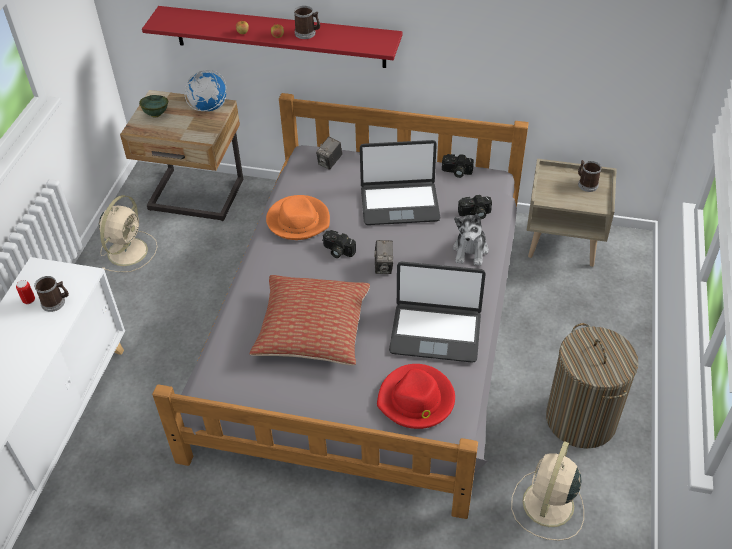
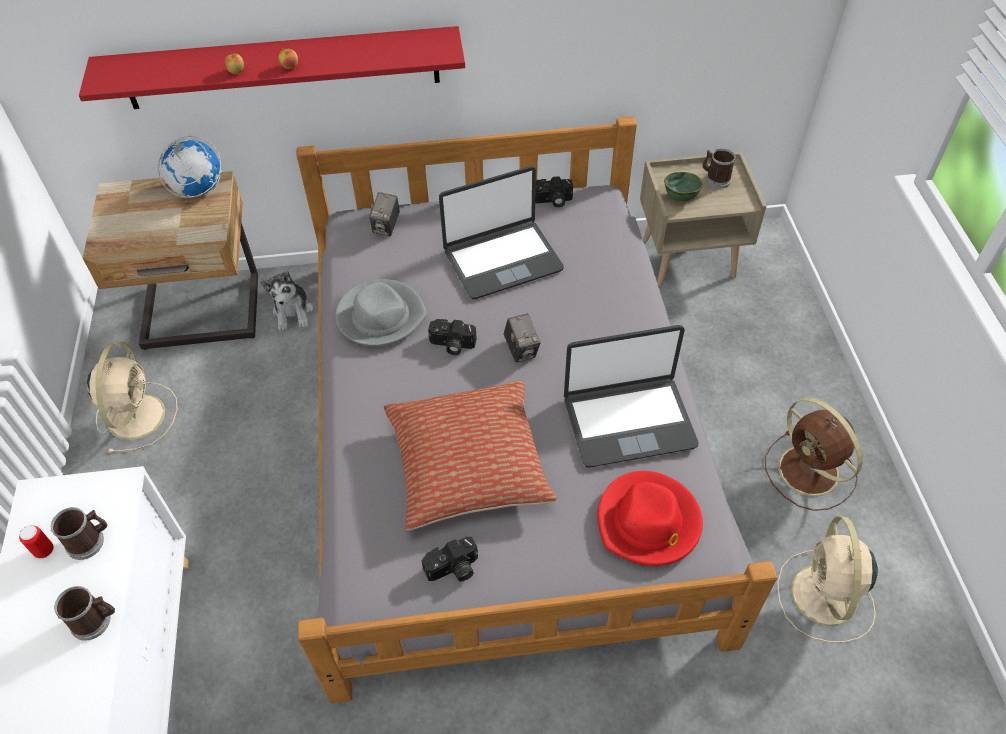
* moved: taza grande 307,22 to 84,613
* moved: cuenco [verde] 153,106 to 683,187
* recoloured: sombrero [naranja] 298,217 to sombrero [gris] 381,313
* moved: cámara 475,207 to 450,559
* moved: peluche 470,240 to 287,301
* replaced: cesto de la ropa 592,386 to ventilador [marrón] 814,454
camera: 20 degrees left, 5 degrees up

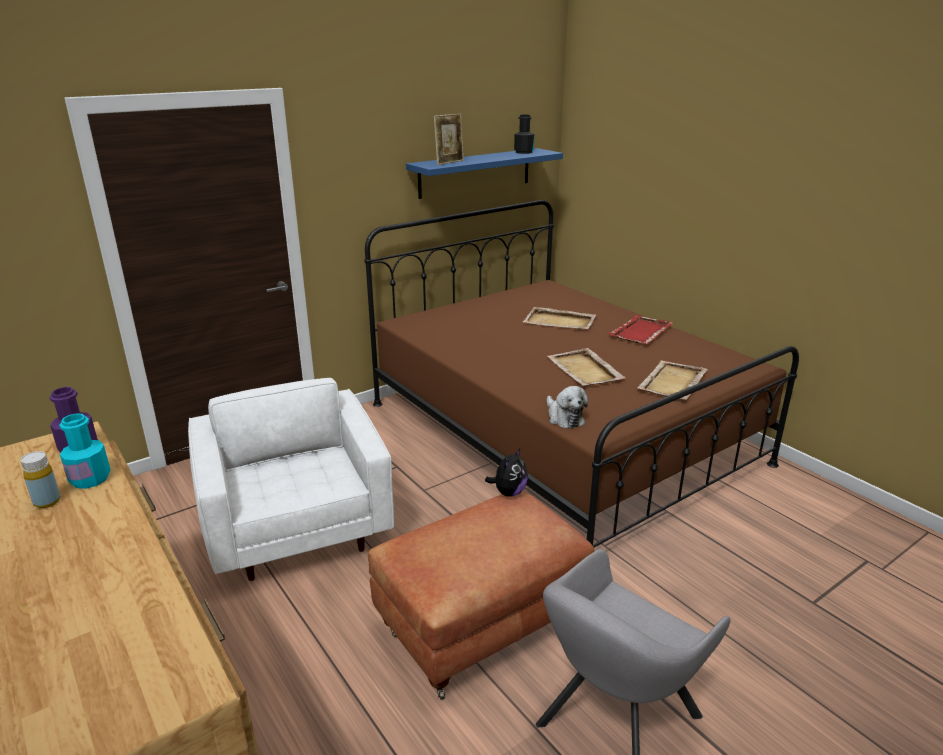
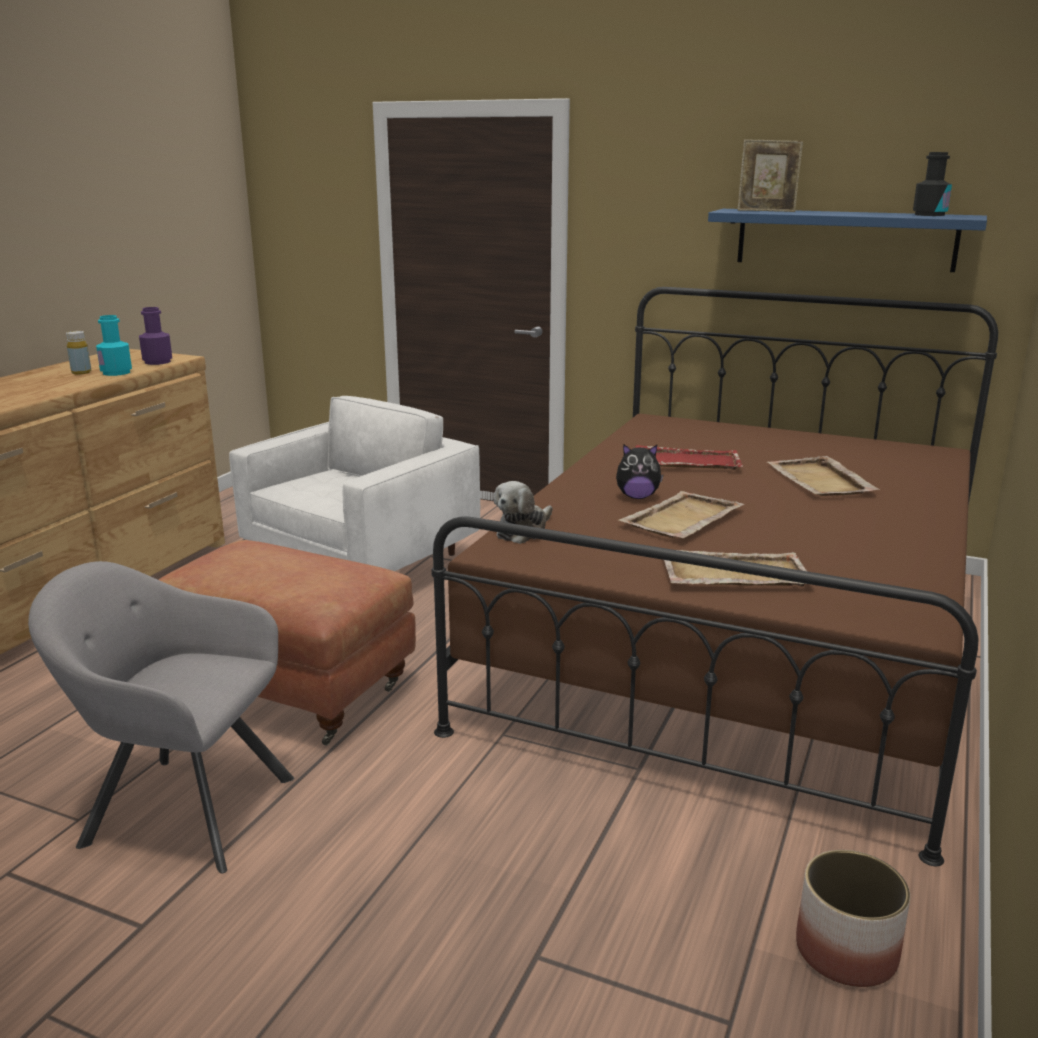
* moved: bandeja [rojo] 641,329 to 689,457
* moved: peluche 506,472 to 639,471
* added: maceta 853,918
camera: 60 degrees right, 5 degrees down

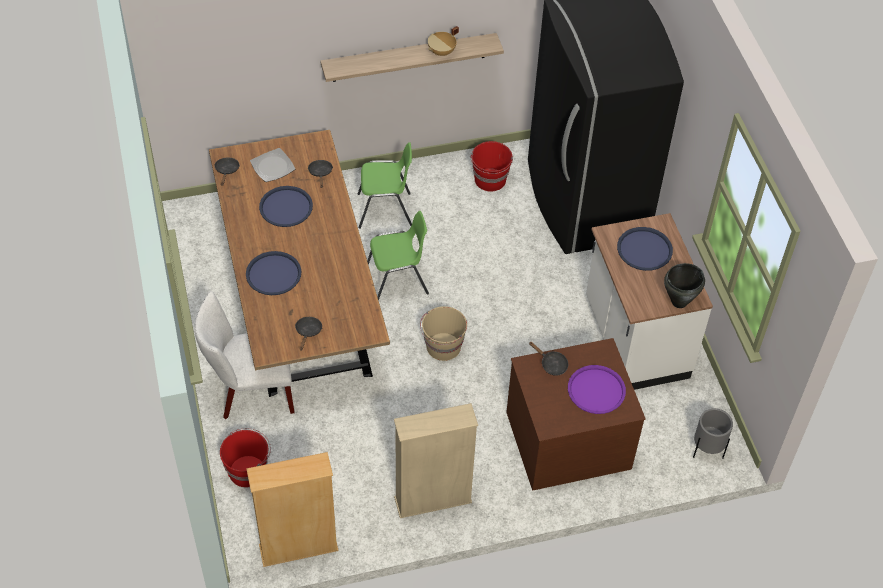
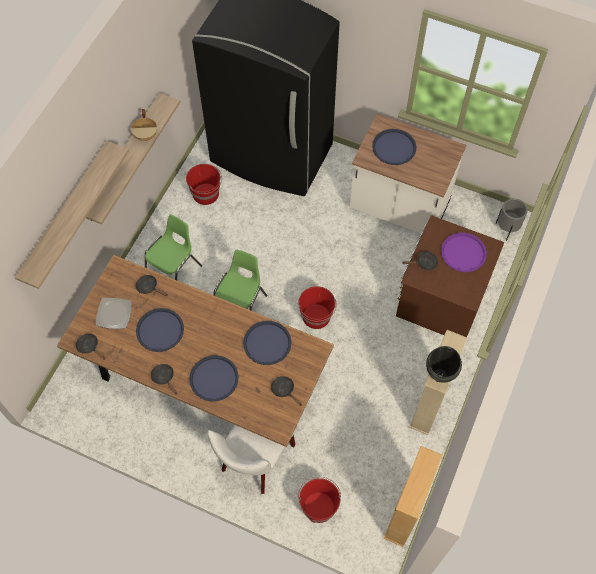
* moved: olla [negro] 684,285 to 444,364
* recoloured: cubo [beis] 443,333 to cubo [rojo] 317,307
* added: estante 71,215
* added: bandeja [azul] 267,343
* added: sartén [negro] 164,379
camera: 50 degrees left, 10 degrees up

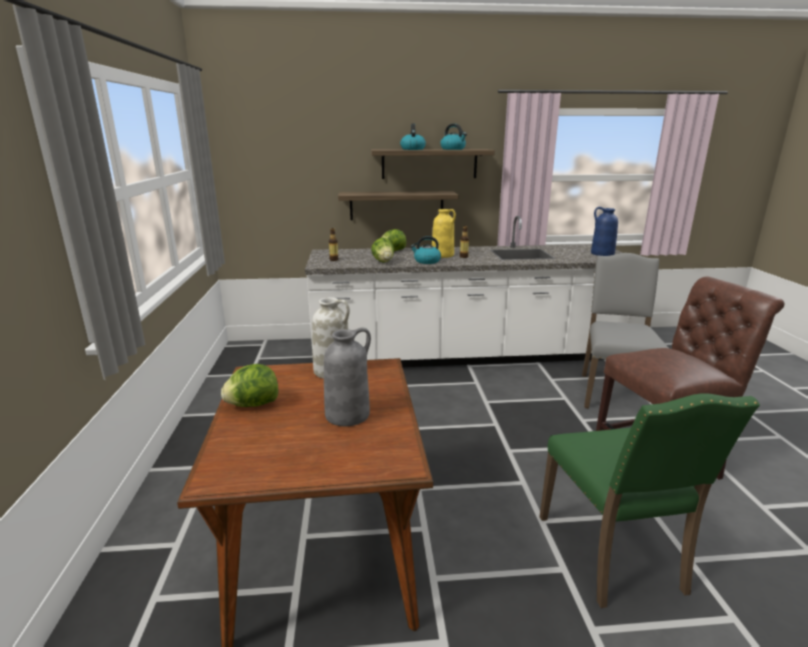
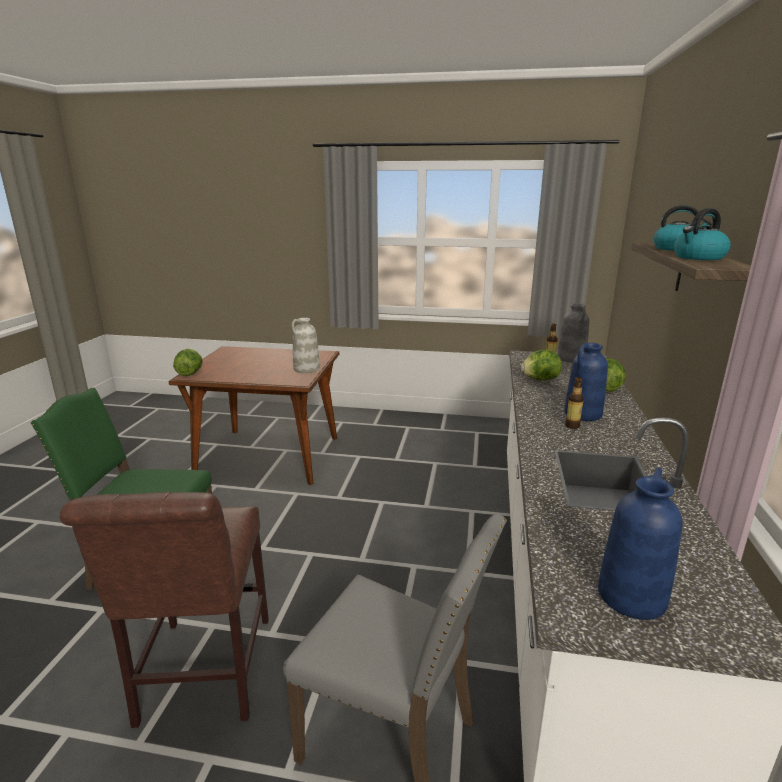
* removed: estante 398,205
* recoloured: florero [amarillo] 444,233 to florero [azul] 586,382
* removed: hervidor 425,250
* moved: florero [gris] 347,376 to 573,333
* moved: lechuga 249,385 to 188,362
camera: 105 degrees right, 0 degrees up

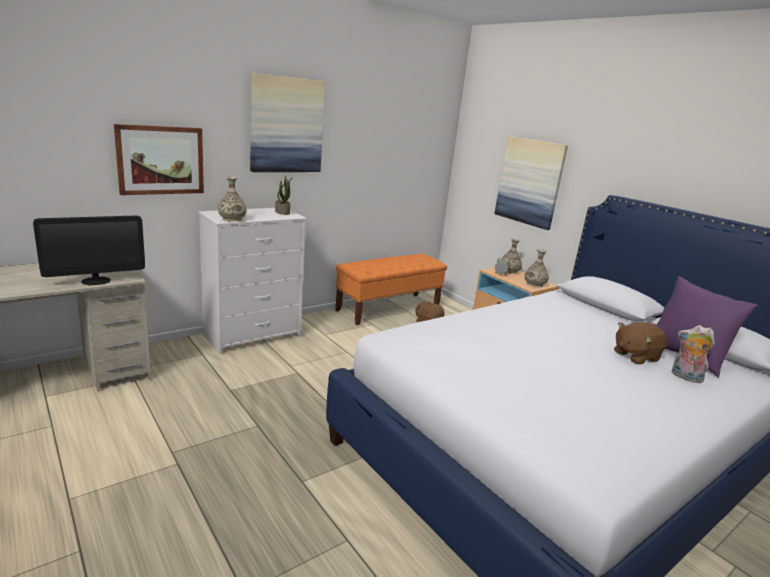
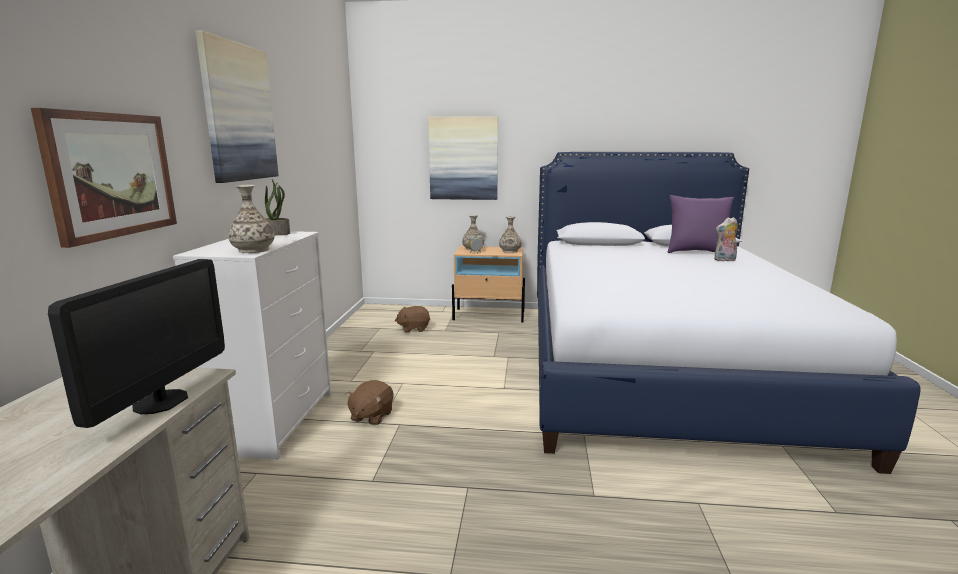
* removed: banco [naranja] 391,289
* moved: peluche [marrón] 641,343 to 369,402
camera: 45 degrees left, 5 degrees down

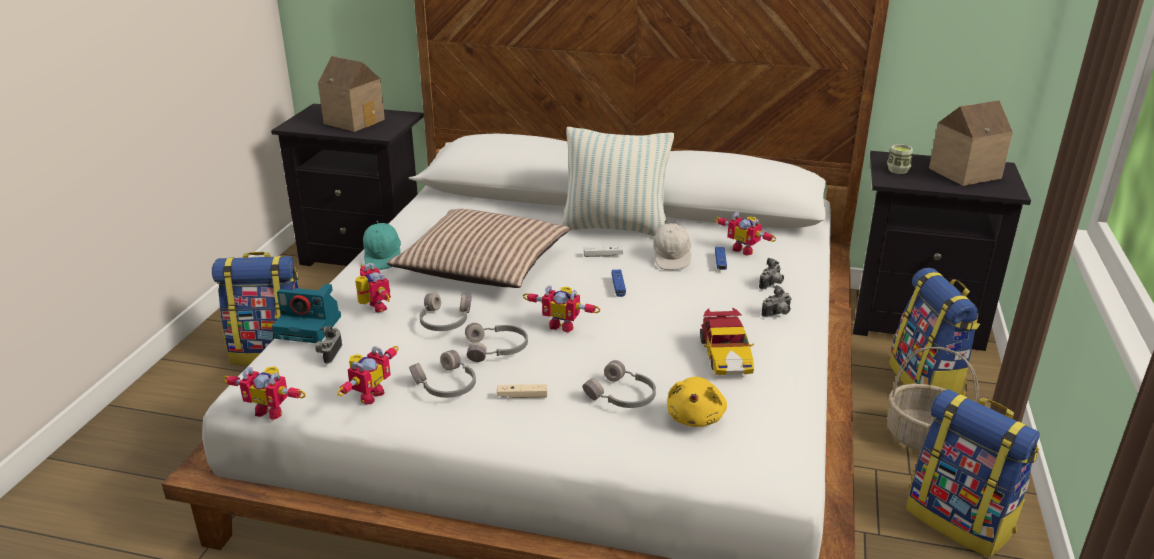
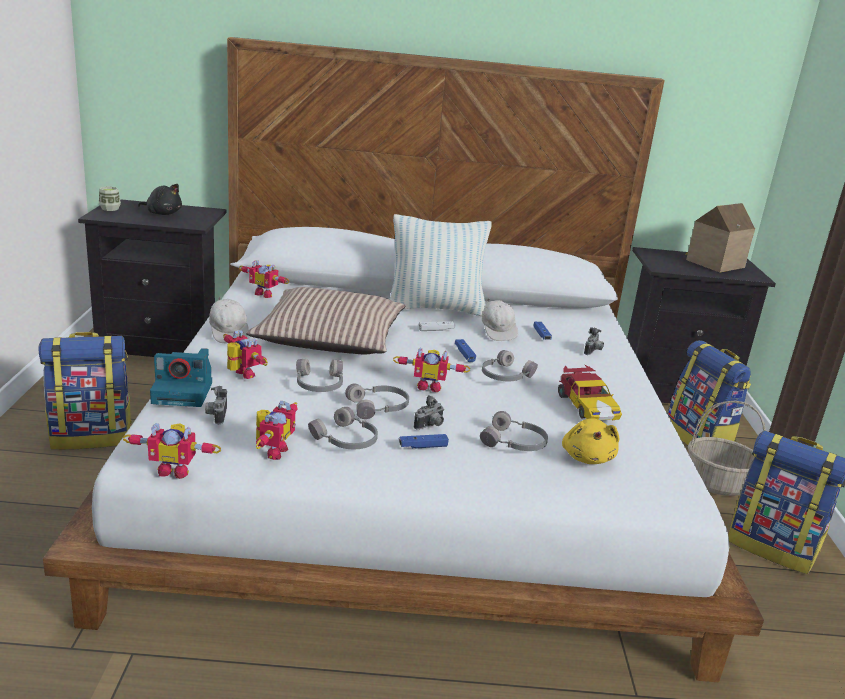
* replaced: casita 351,94 to peluche [negro] 160,199
* moved: taza 900,159 to 110,199
* moved: robot de juguete 746,233 to 264,279
* recoloured: gorra [turquesa] 382,245 to gorra [blanco] 229,320
* moved: cámara 776,301 to 429,412
* recoloured: mando de consola [beis] 522,391 to mando de consola [azul] 424,441
* added: auriculares [gris] 510,365
camera: 15 degrees left, 5 degrees down

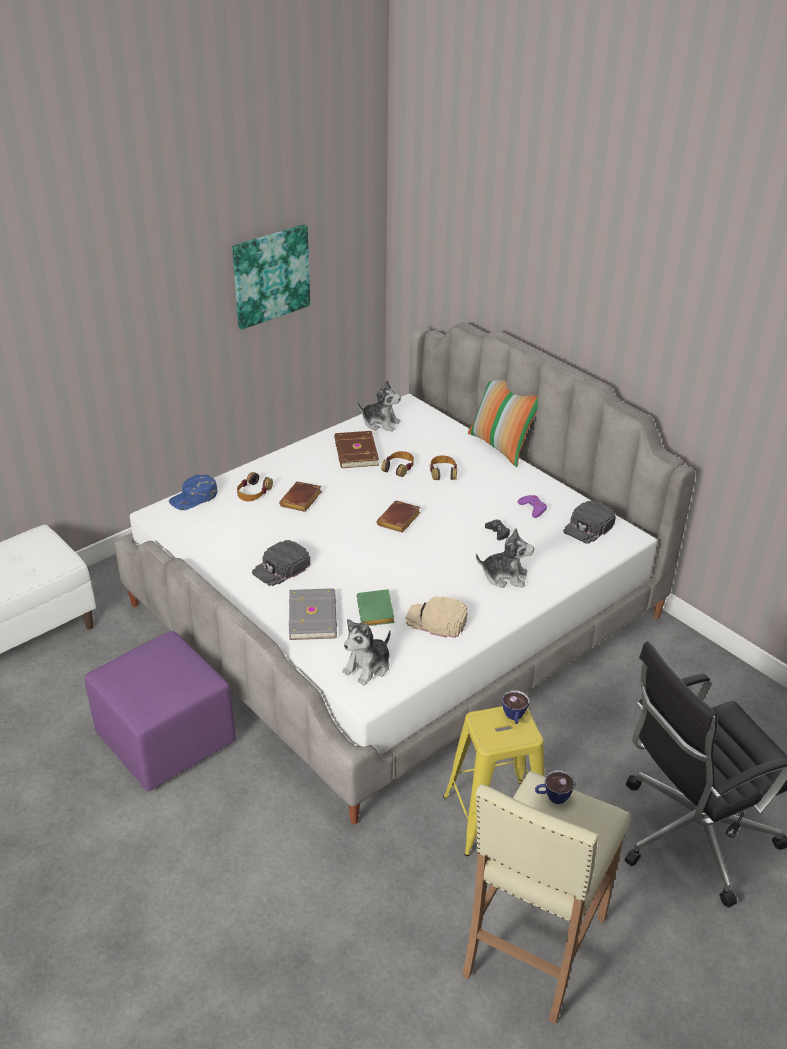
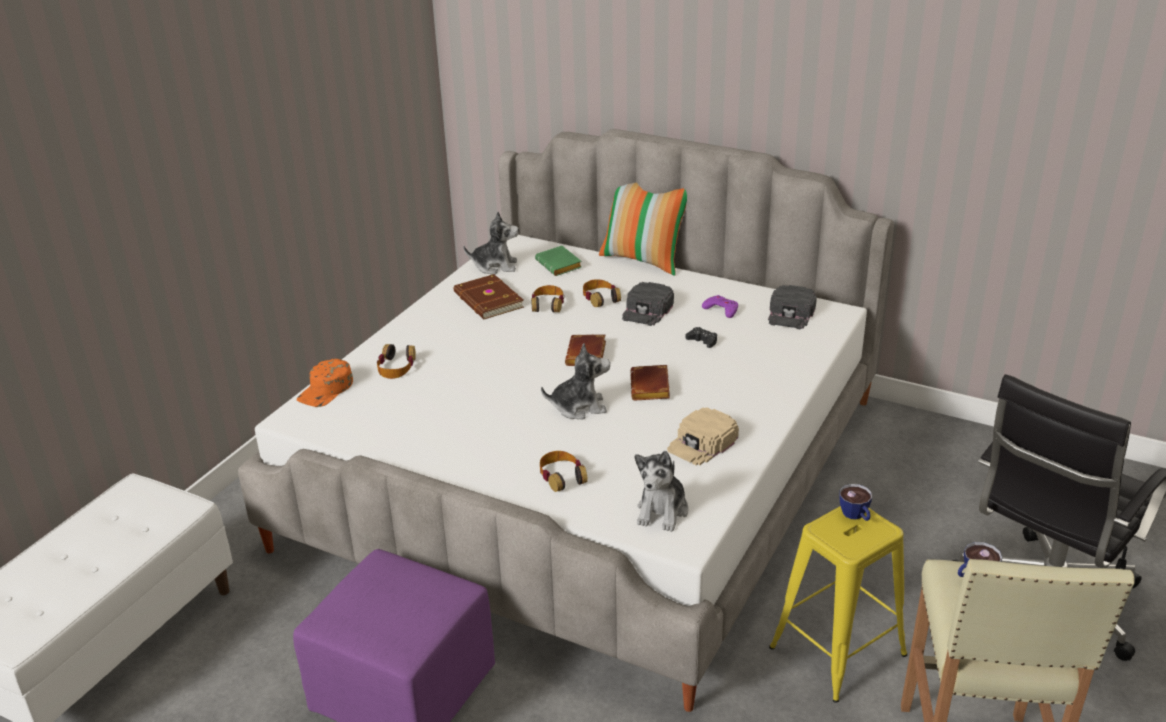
* removed: cuadro 271,277
* recoloured: gorra [azul] 193,492 to gorra [naranja] 325,383
* moved: libro [marrón] 300,496 to 650,382
* moved: peluche 505,558 to 575,381
* moved: gorra [negro] 281,563 to 648,304
* replaced: libro [gris] 313,614 to auriculares 564,471
* moved: libro [verde] 376,607 to 558,261
* turned: gorra [beis] 436,617 = 703,436 45 degrees counterclockwise
camera: 20 degrees left, 5 degrees down

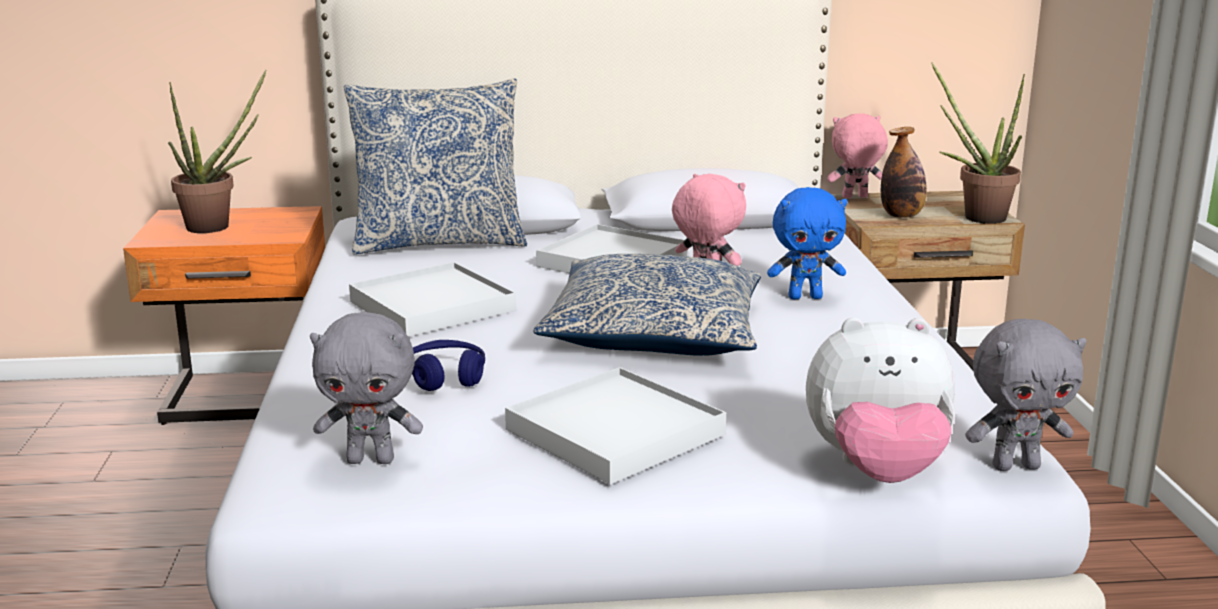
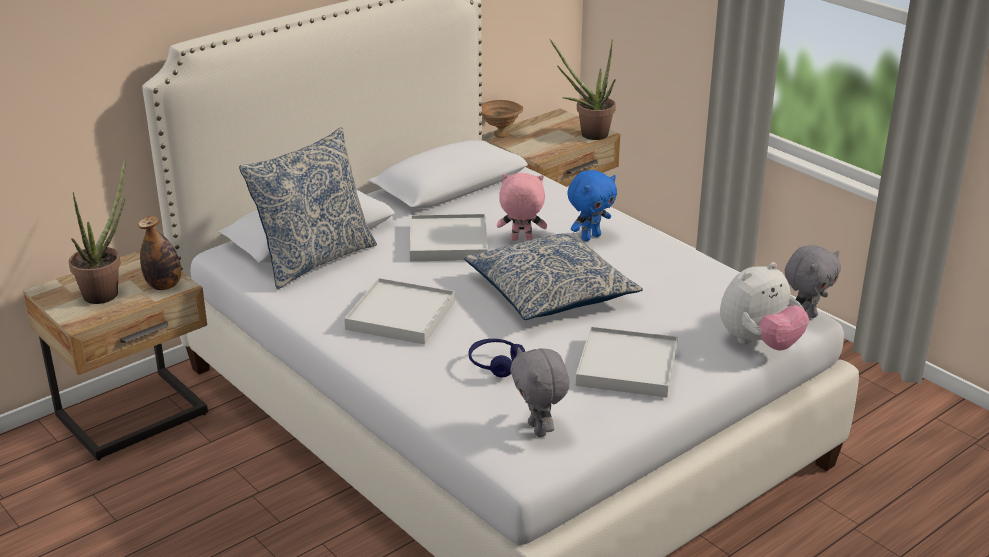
* replaced: peluche [rosa] 857,155 to cuenco [marrón] 502,119
* moved: botella 904,172 to 159,253
* recoloured: mesita de noche [naranja] 224,315 to mesita de noche [beis] 115,355
* turned: peluche [gris] 366,388 = 540,392 105 degrees clockwise
camera: 35 degrees left, 10 degrees up

